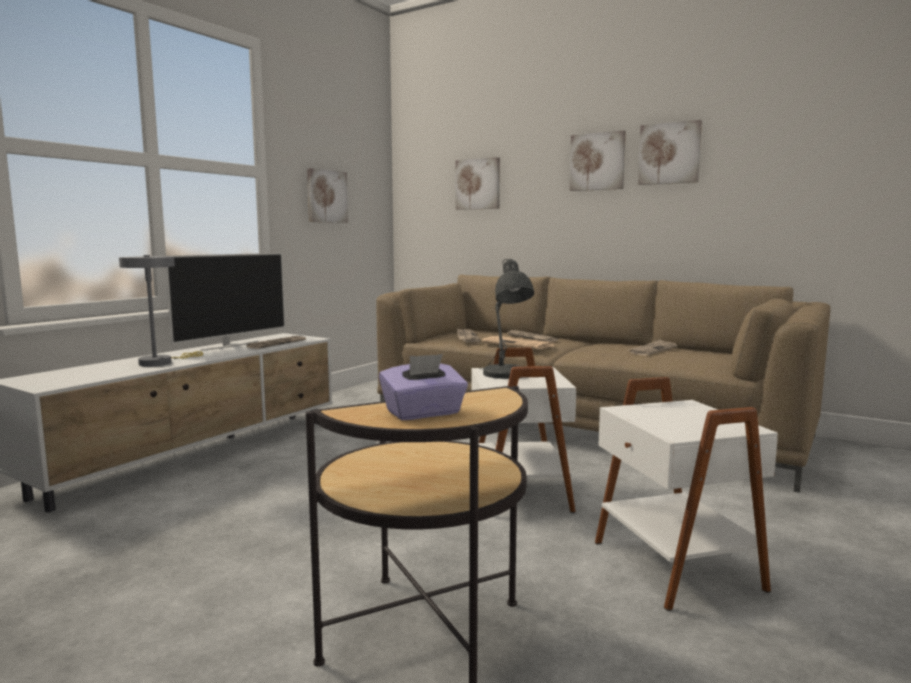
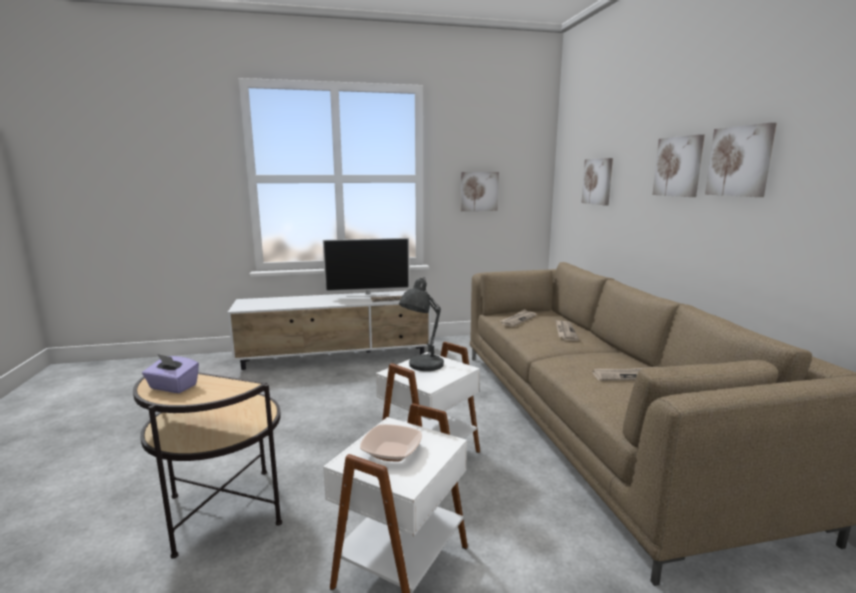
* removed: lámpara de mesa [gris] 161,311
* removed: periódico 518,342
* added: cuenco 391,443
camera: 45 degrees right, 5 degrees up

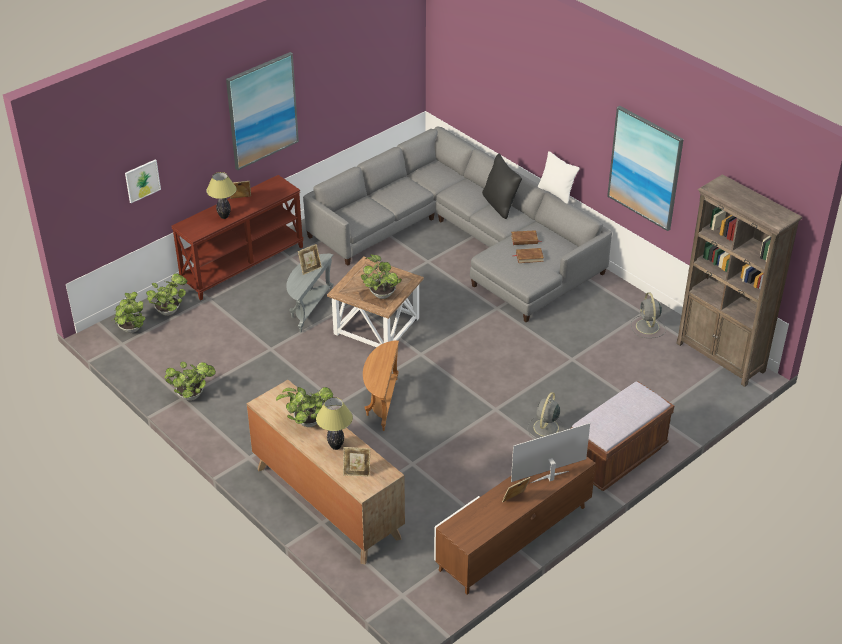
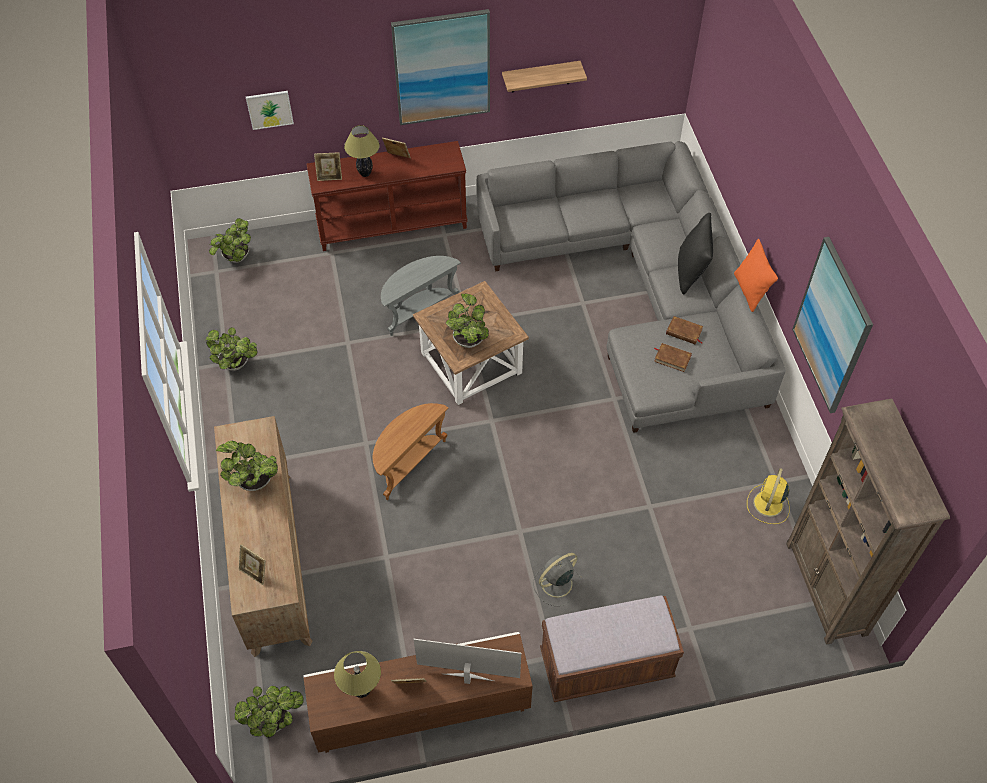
* recoloured: cojín [blanco] 559,177 to cojín [naranja] 756,275
* moved: portarretratos 310,259 to 328,166
* moved: planta en maceta 166,294 to 269,712
* recoloured: ventilador [gris] 648,315 to ventilador [amarillo] 768,496
* moved: lámpara de mesa 334,423 to 357,674
* added: estante 544,76
camera: 30 degrees right, 15 degrees up

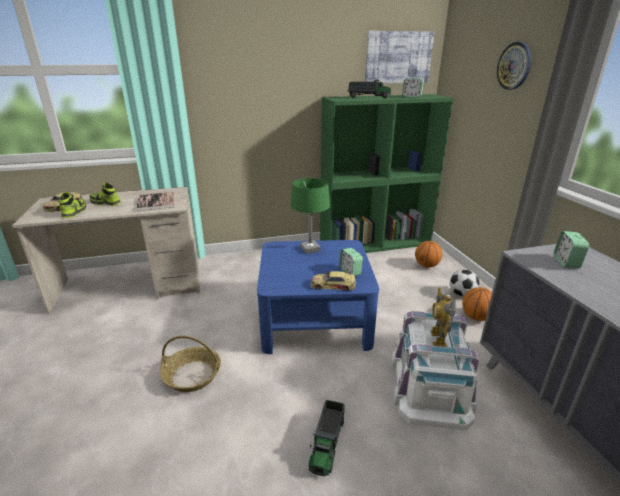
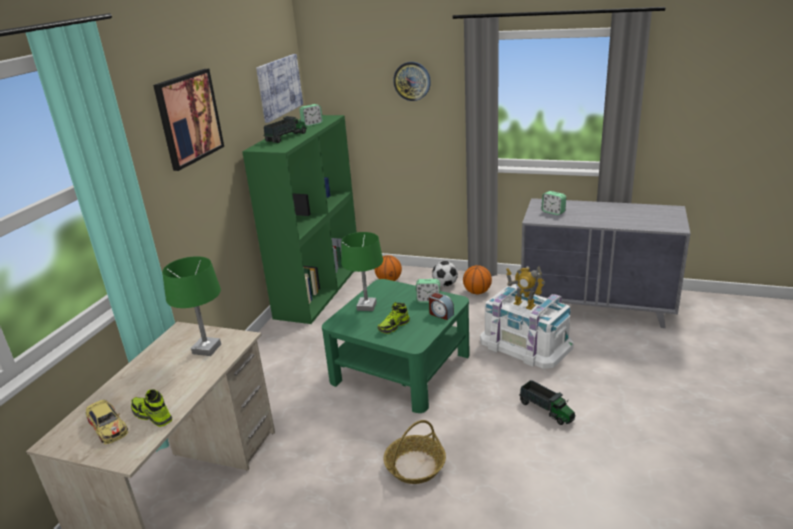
* moved: zapato 105,194 to 393,318
* replaced: libro 155,201 to lámpara de mesa [verde] 191,306
* recoloured: mesa de centro [azul] 318,297 to mesa de centro [verde] 396,346
* replaced: coche de juguete 333,281 to despertador 441,306
* added: cuadro 188,120
camera: 55 degrees left, 0 degrees up

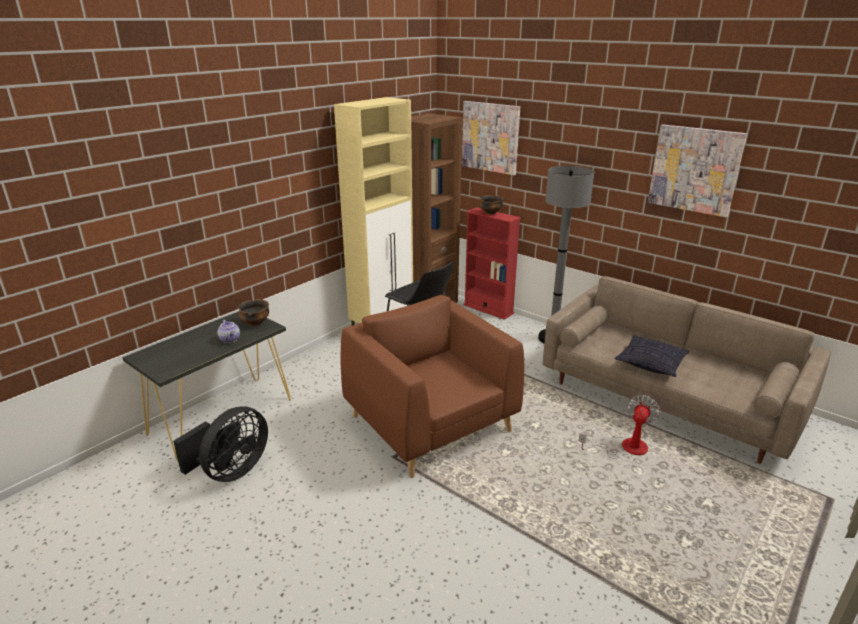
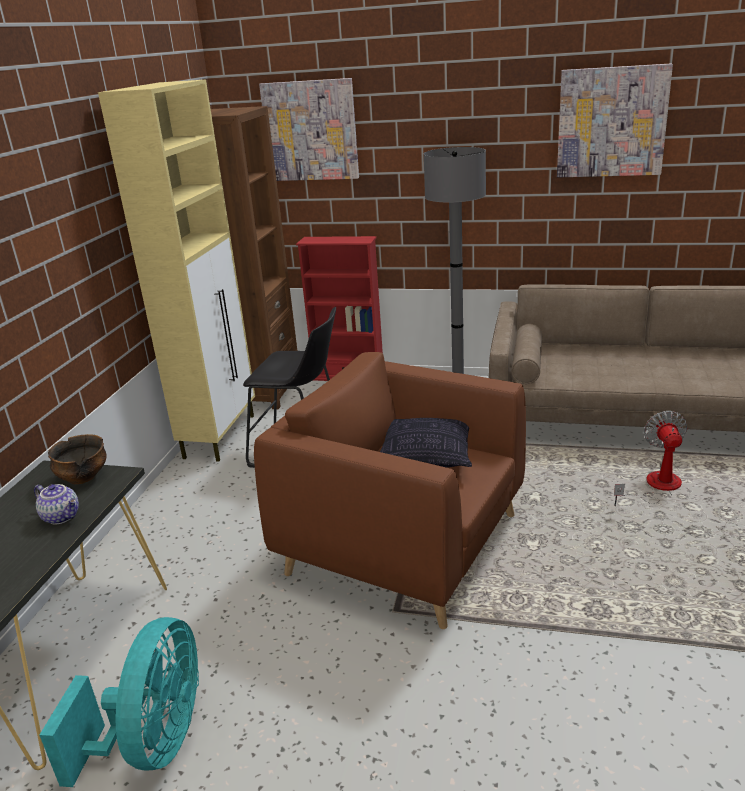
* removed: cuenco 491,204
* moved: cojín 652,356 to 426,443
* recoloured: ventilador [negro] 220,444 to ventilador [turquesa] 119,702
camera: 25 degrees left, 0 degrees up

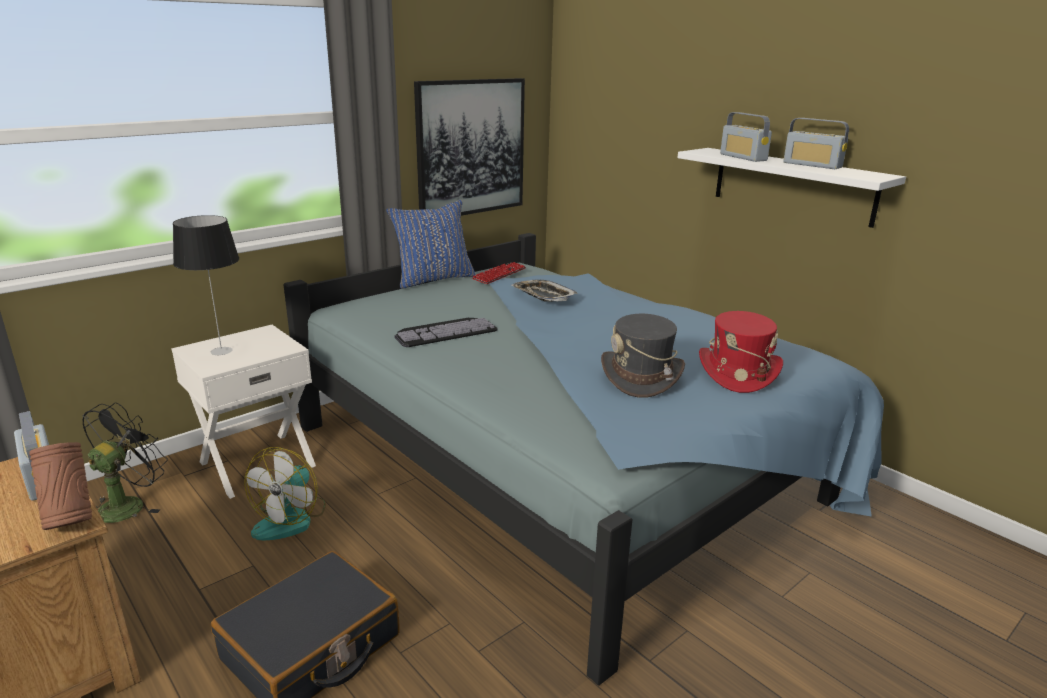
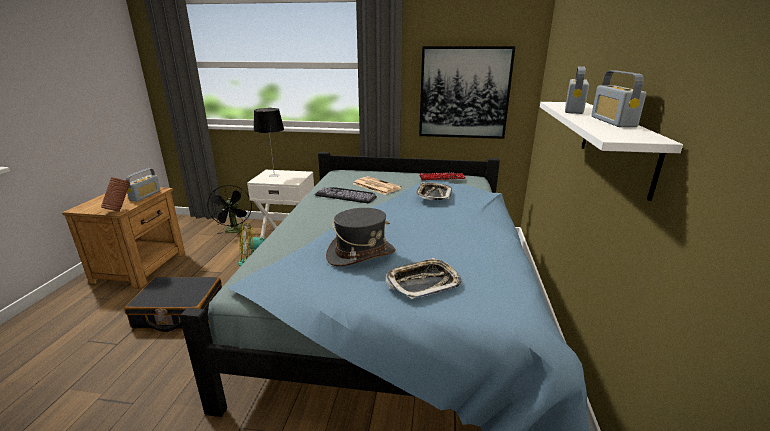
* removed: cojín [azul] 431,244
* replaced: sombrero [rojo] 741,352 to bandeja 423,278
* turned: ventilador [negro] 125,463 = 229,209 90 degrees clockwise
* added: periódico 377,185
camera: 50 degrees right, 0 degrees up

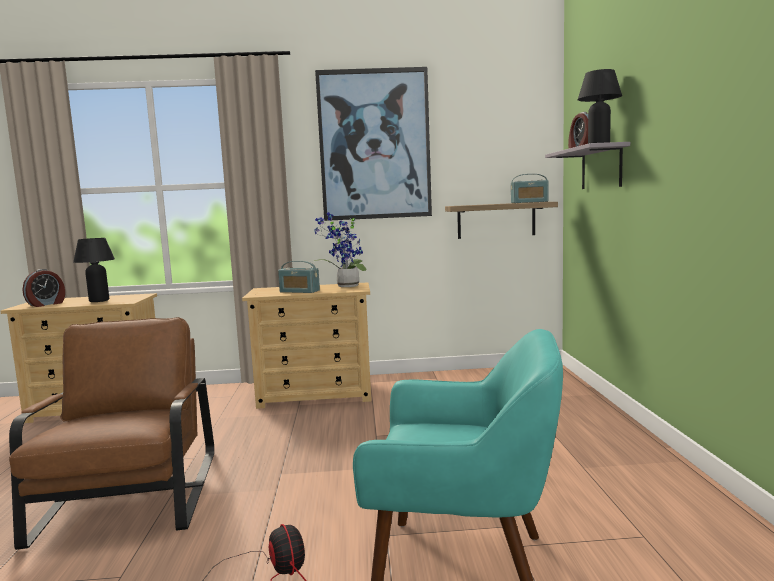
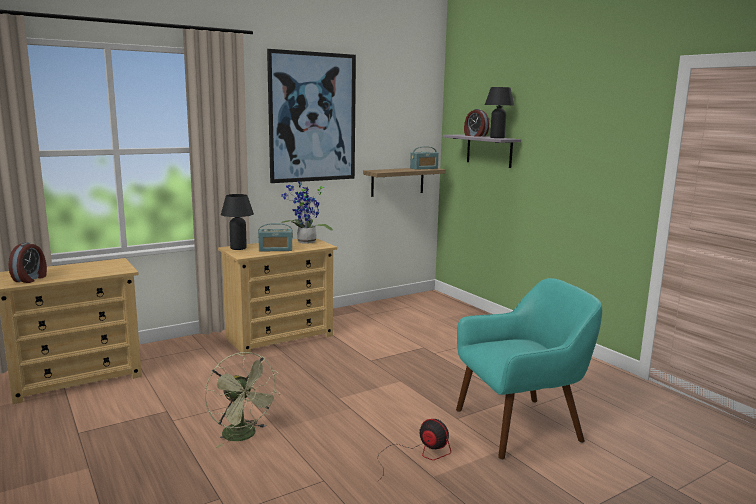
* moved: lámpara de mesa [negro] 94,270 to 237,222
* replaced: sillón [marrón] 111,433 to ventilador [verde] 242,400
camera: 30 degrees left, 5 degrees up

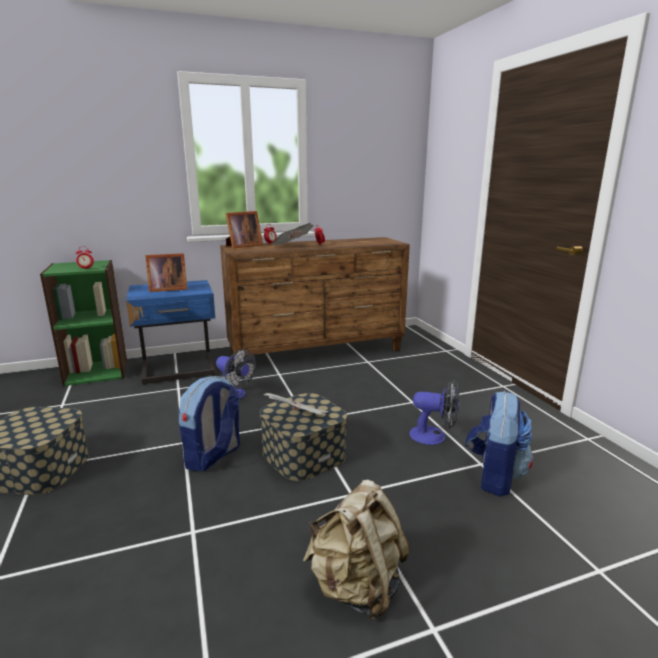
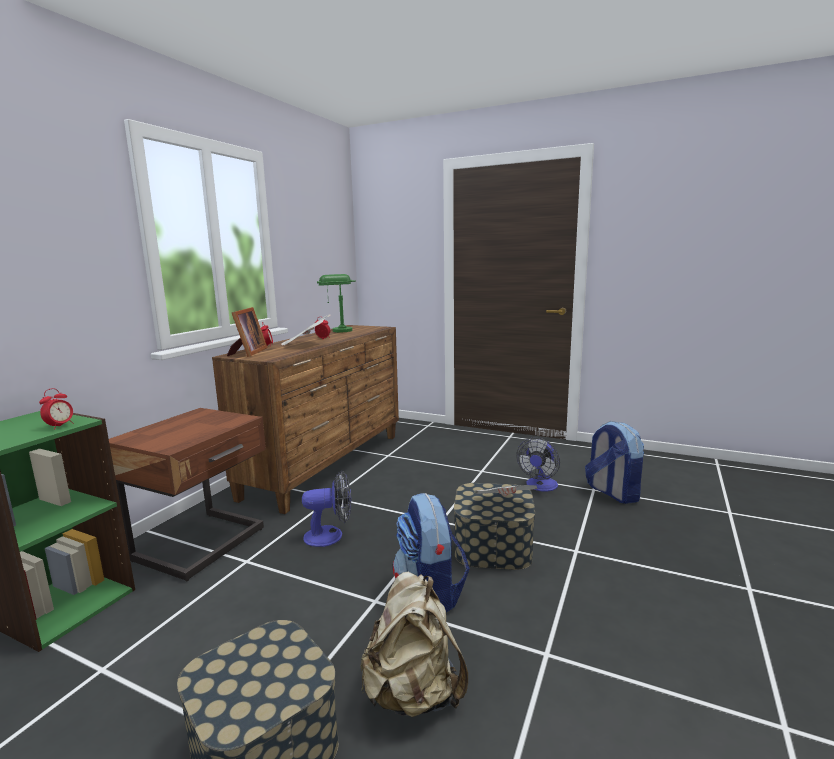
* removed: portarretratos 166,272
* recoloured: mesita de noche [azul] 170,332 to mesita de noche [marrón] 187,494
* turned: ventilador 434,412 = 538,464 150 degrees clockwise
* moved: mochila [beis] 356,550 to 414,644
* added: lámpara de mesa [verde] 336,303
camera: 45 degrees left, 5 degrees down

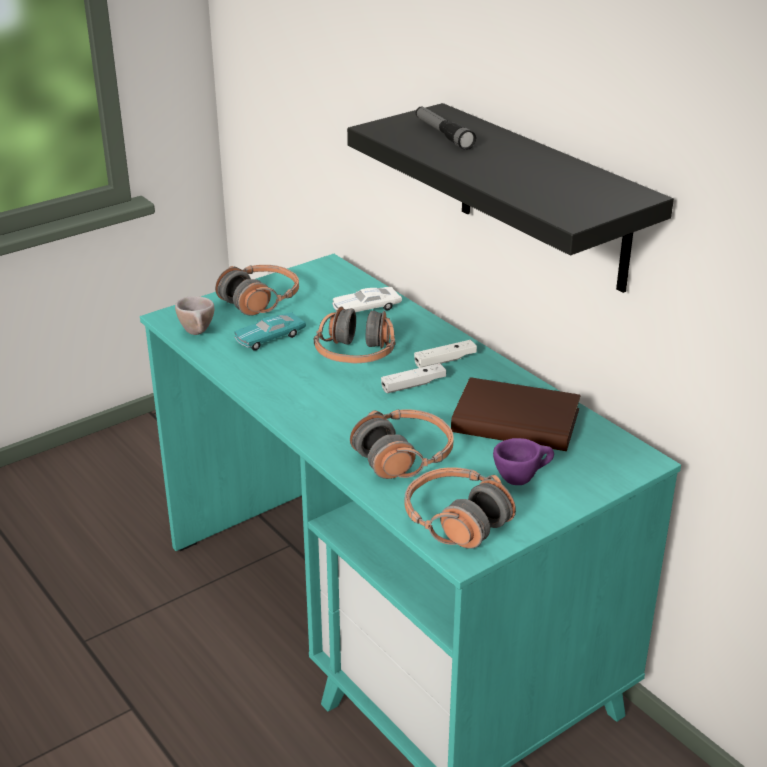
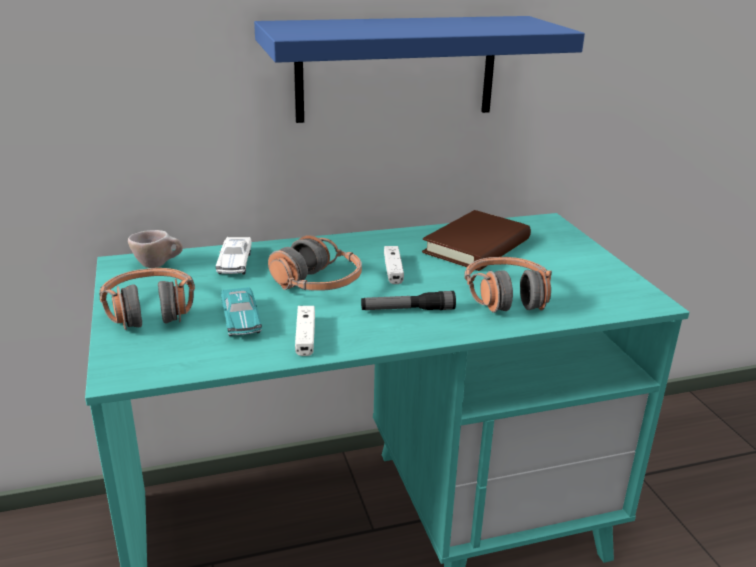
* recoloured: estante [negro] 510,198 to estante [azul] 419,69
* moved: linterna 446,128 to 408,300
* moved: taza [beis] 194,315 to 155,249
* moved: mando de consola [blanco] 445,354 to 305,331
* removed: taza [morado] 523,461
* removed: auriculares 460,508
camera: 70 degrees left, 5 degrees down

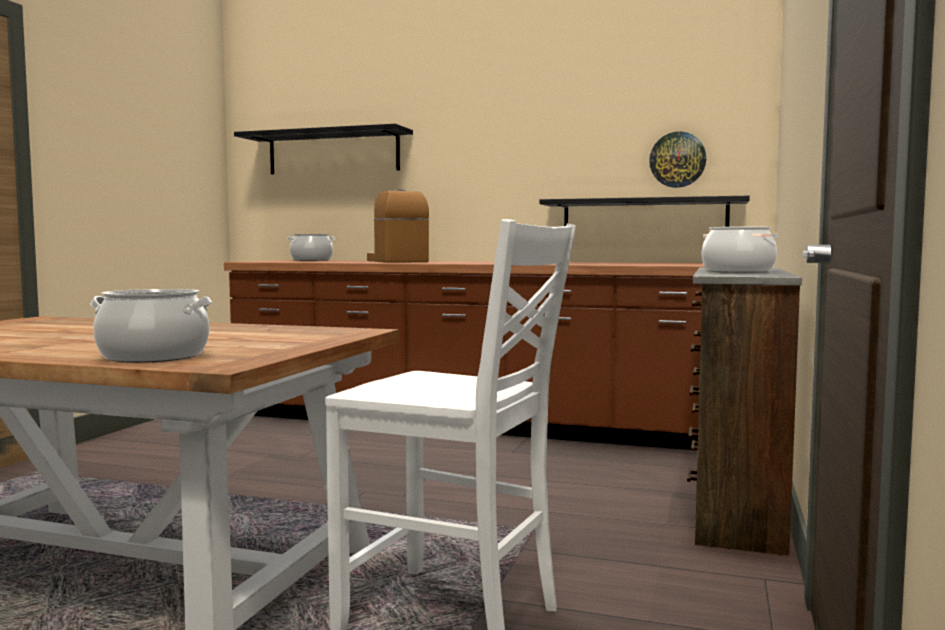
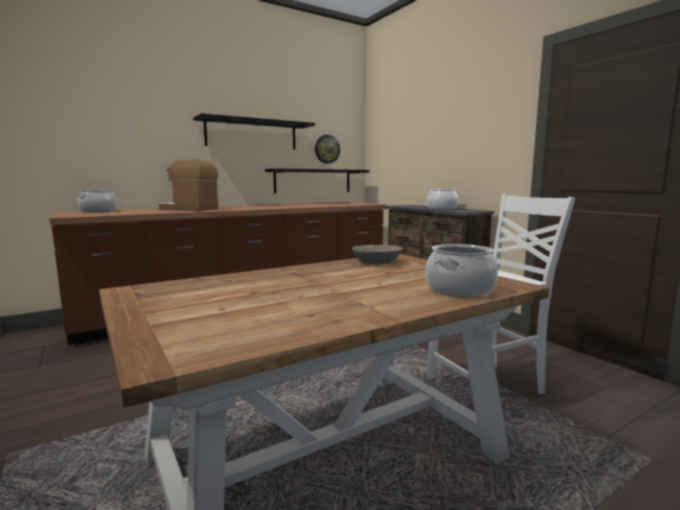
* moved: estante [negro] 323,149 to 254,131
* added: cuenco [gris] 377,254
camera: 50 degrees left, 5 degrees up

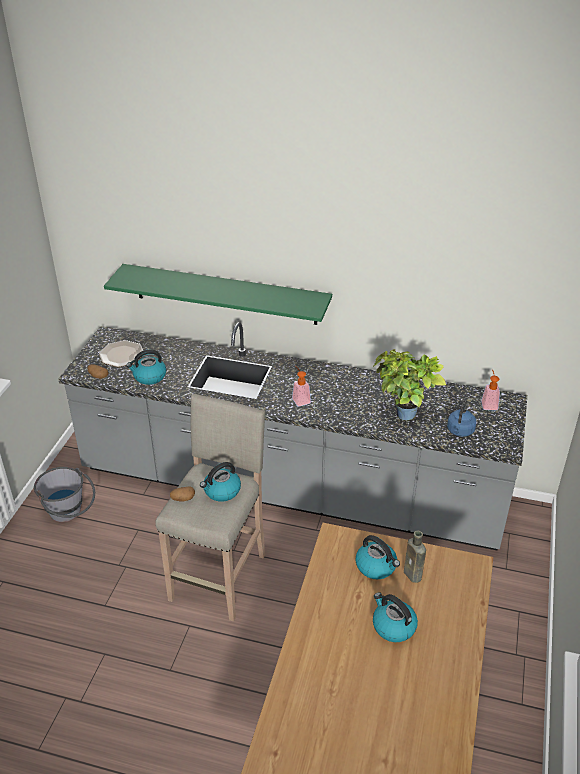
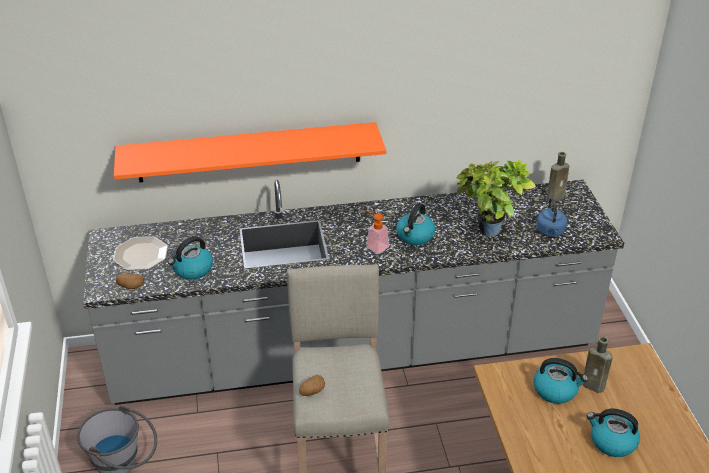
* recoloured: estante [verde] 218,294 to estante [naranja] 250,152
* replaced: dispensador de jabón 490,390 to botella [marrón] 558,177
* moved: hervidor 220,482 to 415,224
camera: 25 degrees left, 0 degrees up

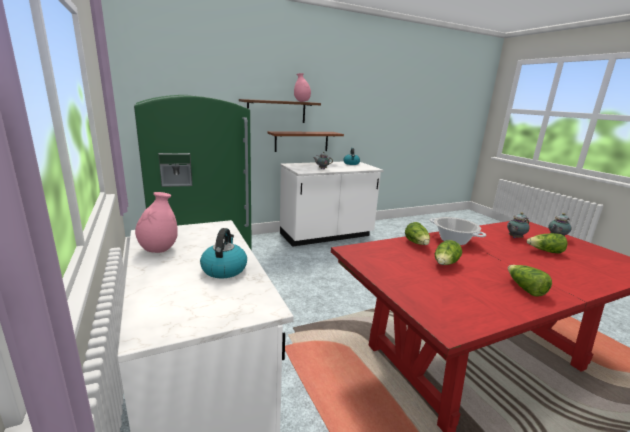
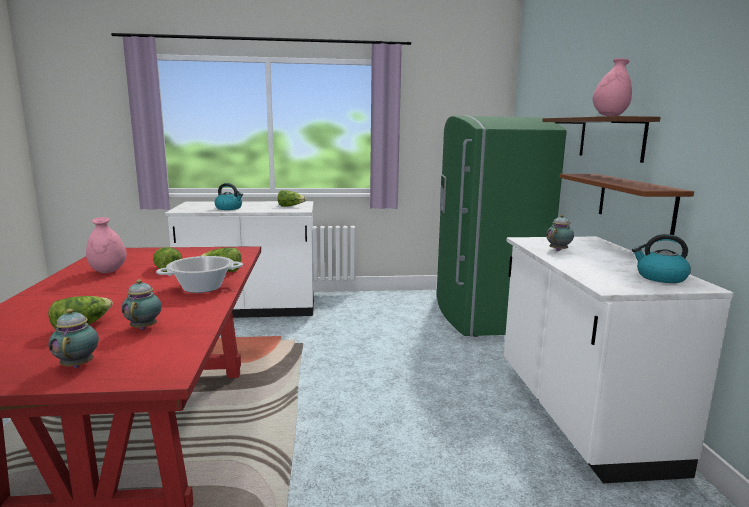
* moved: florero [rosa] 156,222 to 106,245
* moved: lechuga 530,280 to 292,198
camera: 110 degrees right, 5 degrees down

